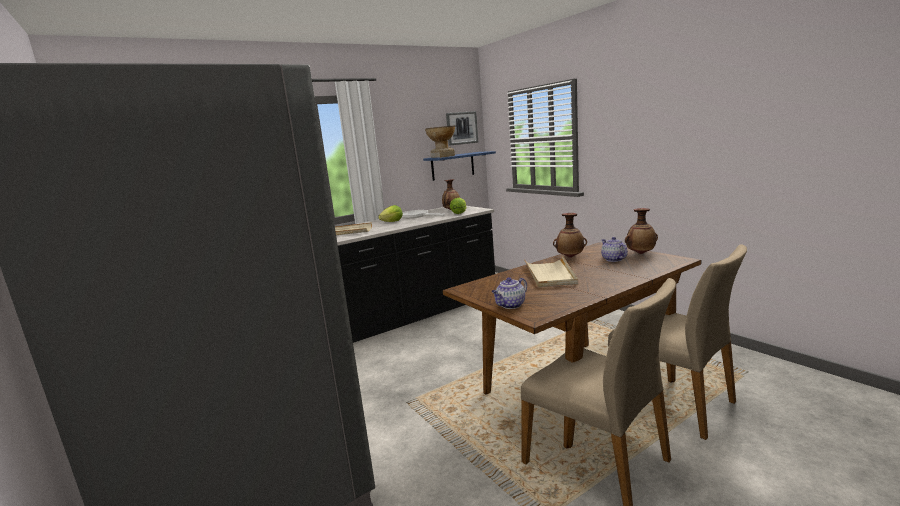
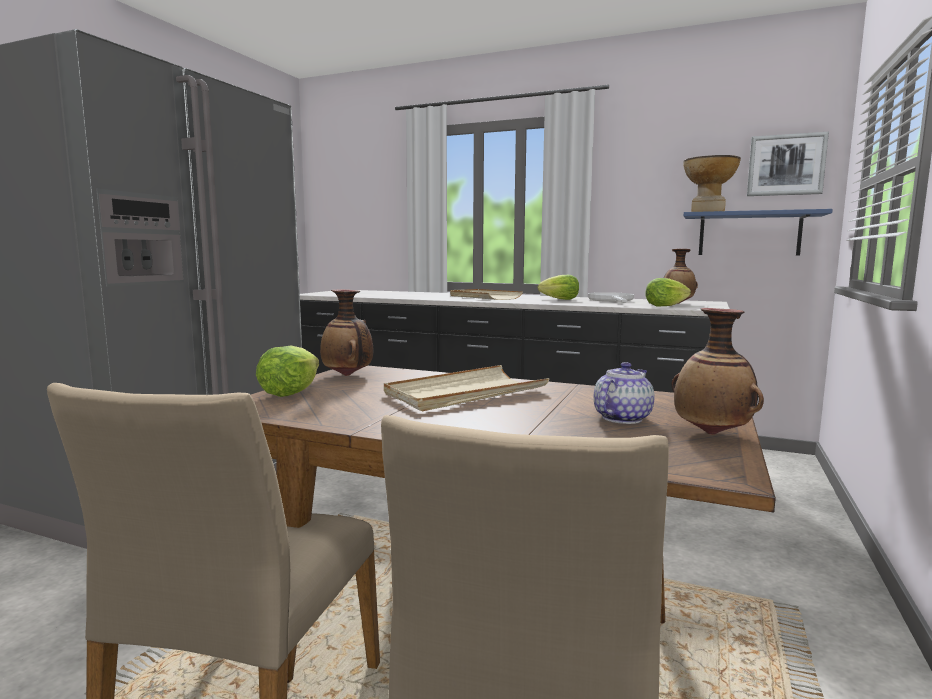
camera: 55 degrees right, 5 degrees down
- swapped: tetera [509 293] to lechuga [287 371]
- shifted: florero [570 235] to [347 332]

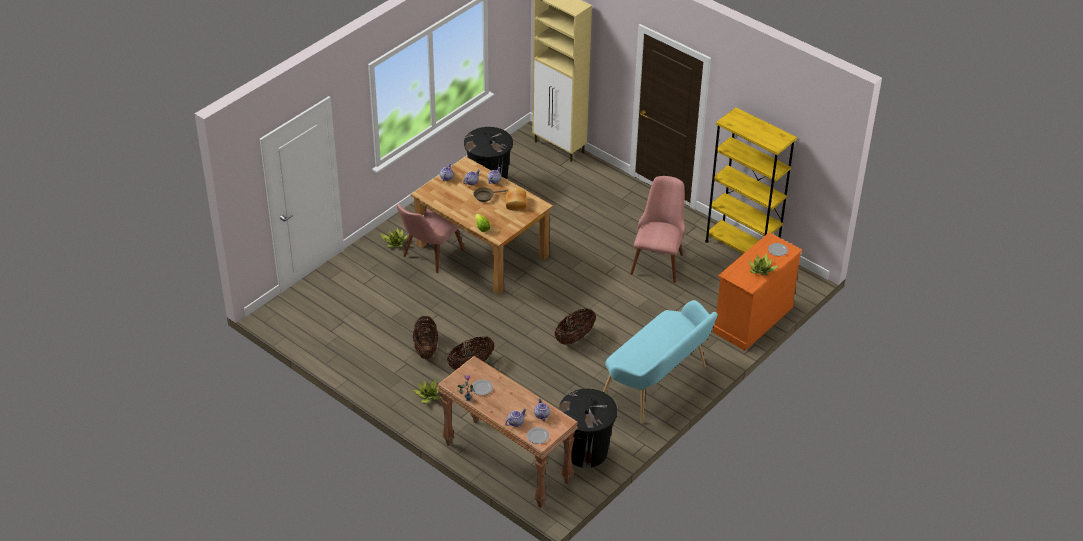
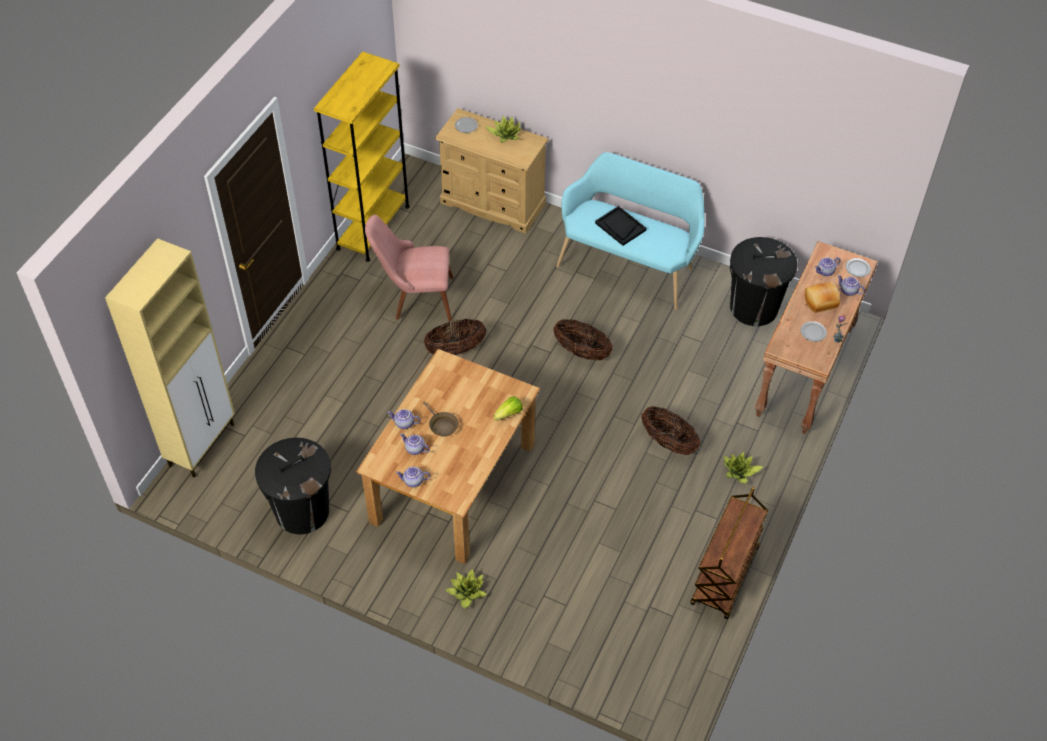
camera: 105 degrees left, 10 degrees up
- shifted: cesta [425 337] to [455 337]
- repainted: cómoda/naranja [757 291] to cómoda/beis [492 171]
- new: bandeja/negro [620 226]
- new: carrito/marrón [729 553]
- shifted: pan [516 199] to [822 298]
- gone: silla/rosa [431 238]

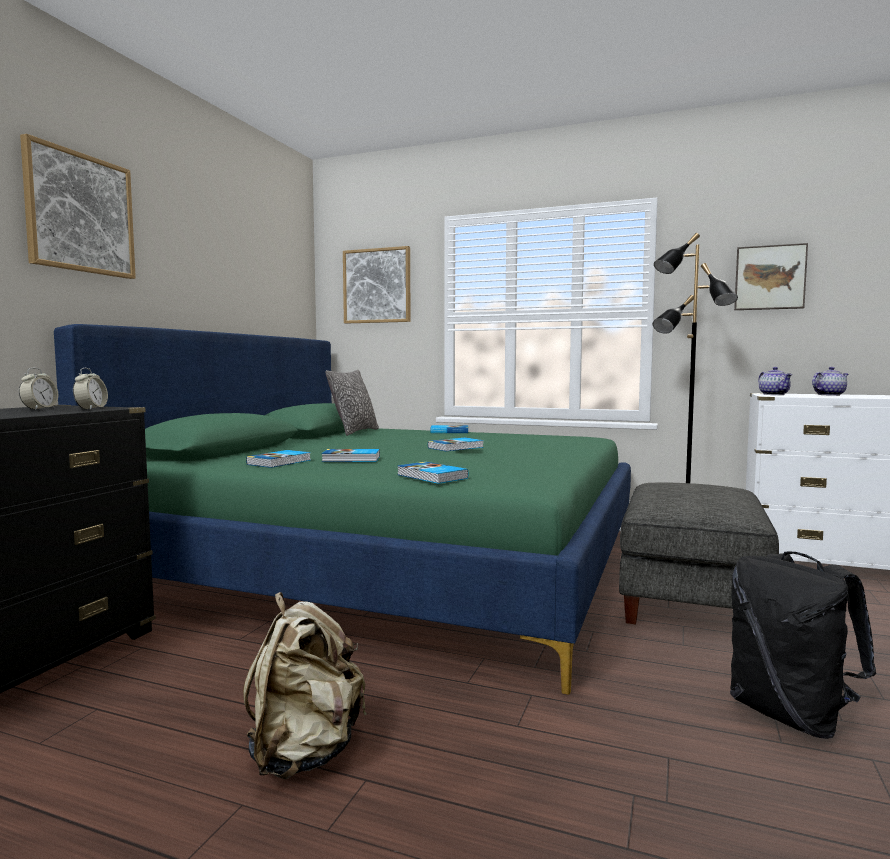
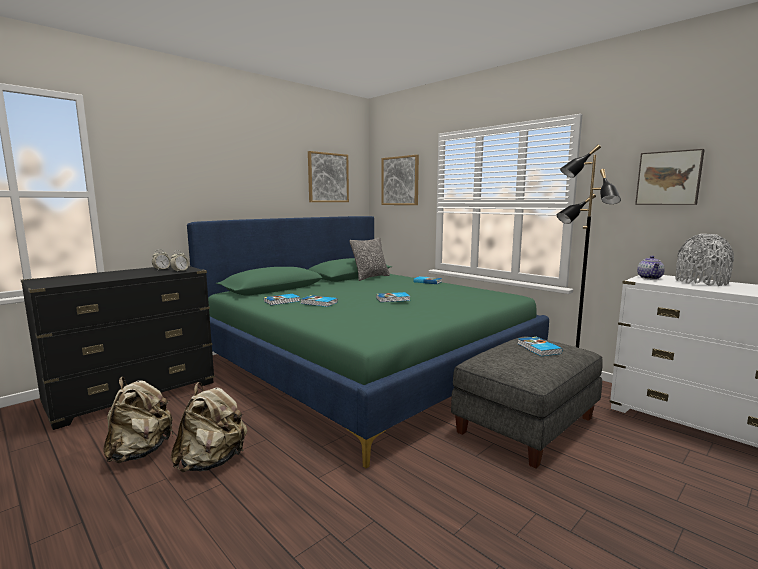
camera: 25 degrees right, 5 degrees up
- new: mochila/beis [138 420]
- shifted: cuadro [78 206] to [328 176]
- shifted: libro [432 473] to [540 346]
- swapped: tetera [830 381] to florero/gris [704 260]
- gone: mochila/negro [803 645]

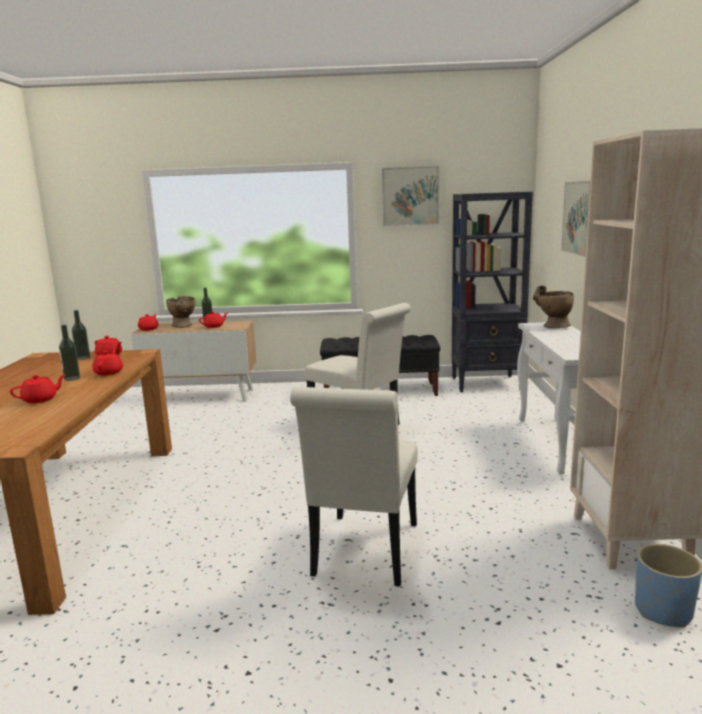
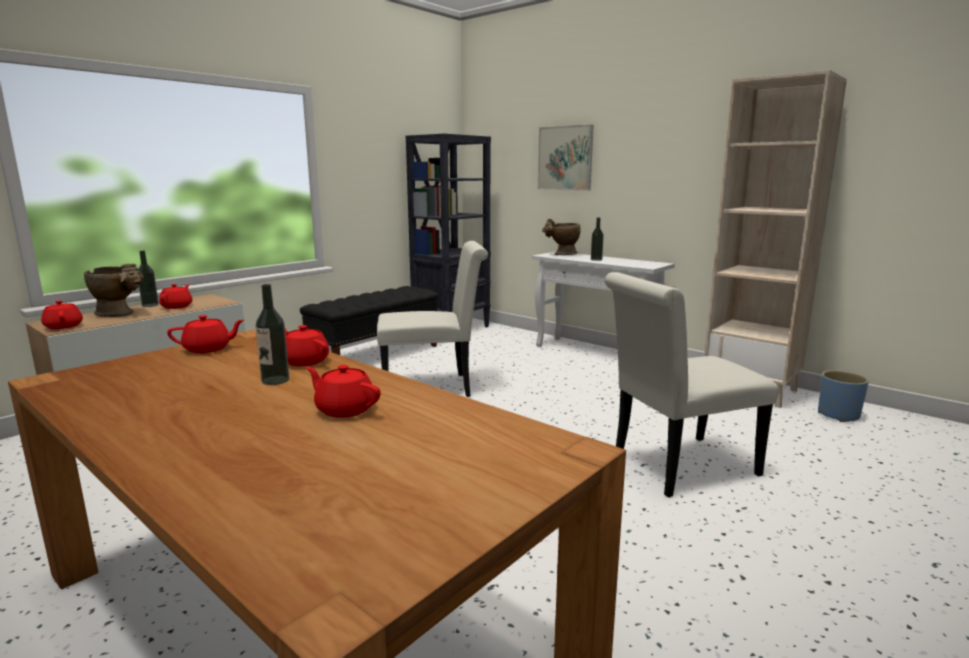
camera: 50 degrees left, 0 degrees up
- rotated: tetera/rojo [37 389] = [343 391] 60 degrees counterclockwise
- shifted: botella [81 335] to [597 239]
- rotated: silla/blanco [354 487] = [692 385] 105 degrees clockwise
- gone: cuadro [410 196]

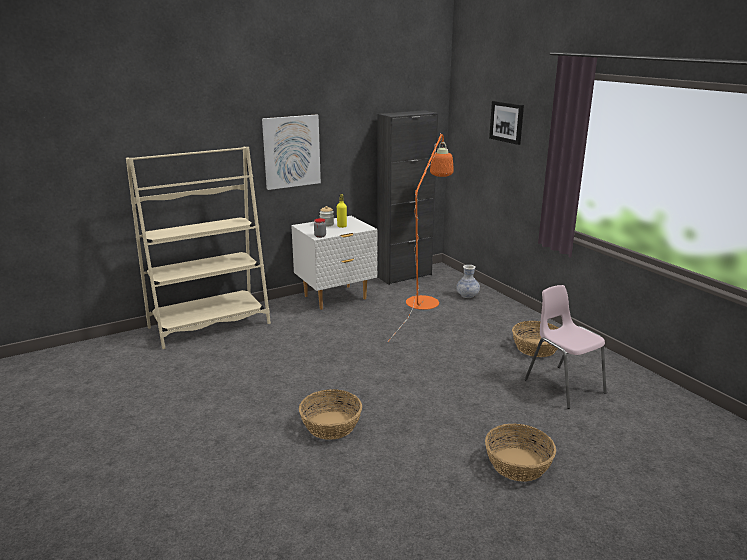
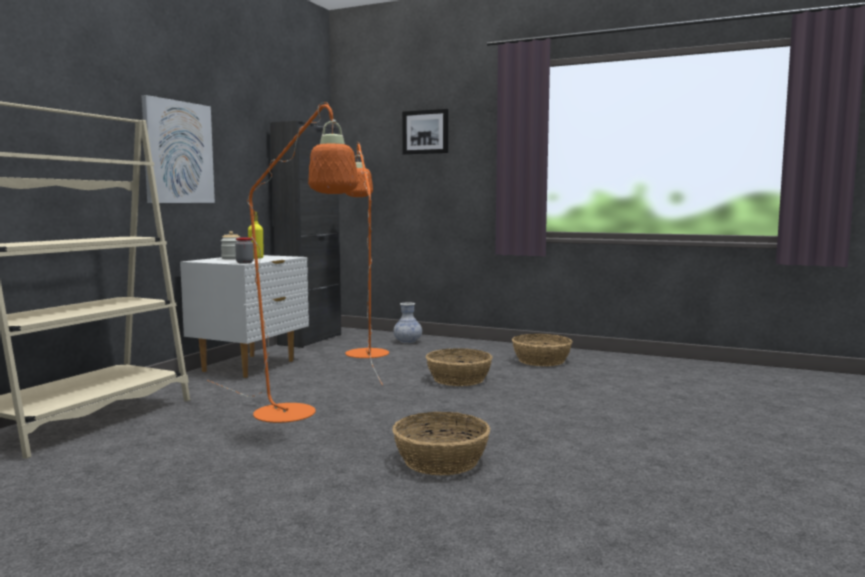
camera: 35 degrees left, 15 degrees down
- new: lámpara de pie/naranja [282 262]
- shifted: cesta [520 452] to [459 367]
- gone: silla/rosa [566 347]

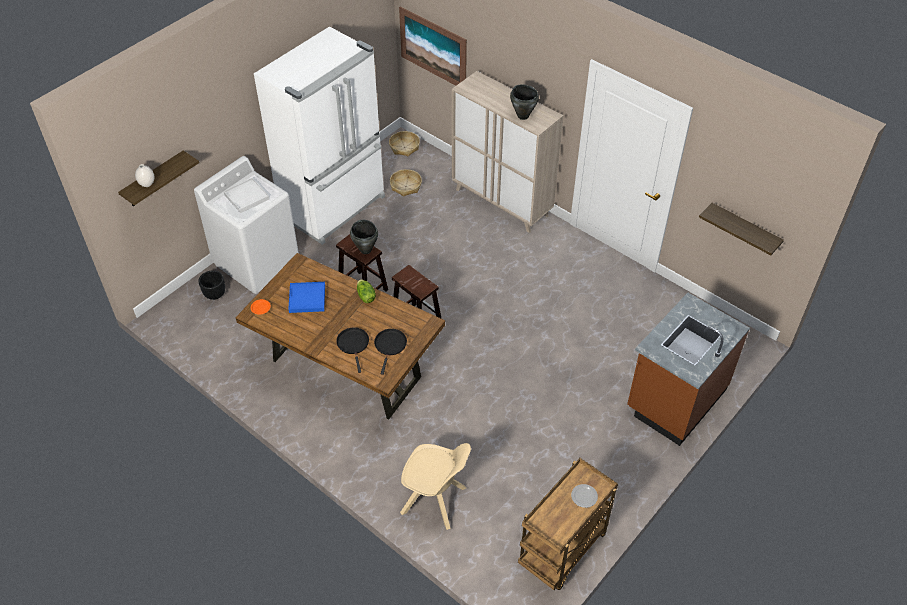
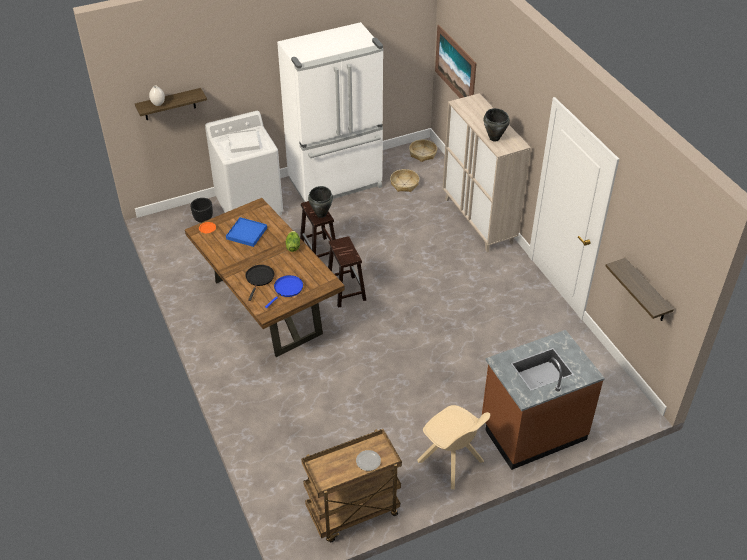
camera: 25 degrees right, 5 degrees down
- repainted: sartén/negro [390 352] to sartén/azul [284 291]
- shifted: silla/beis [435 486] to [454 447]

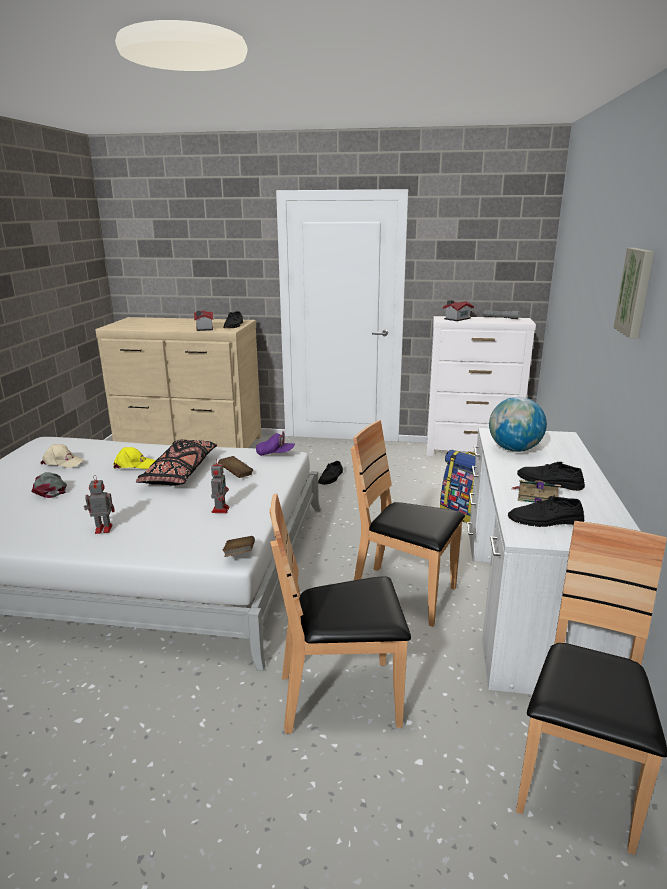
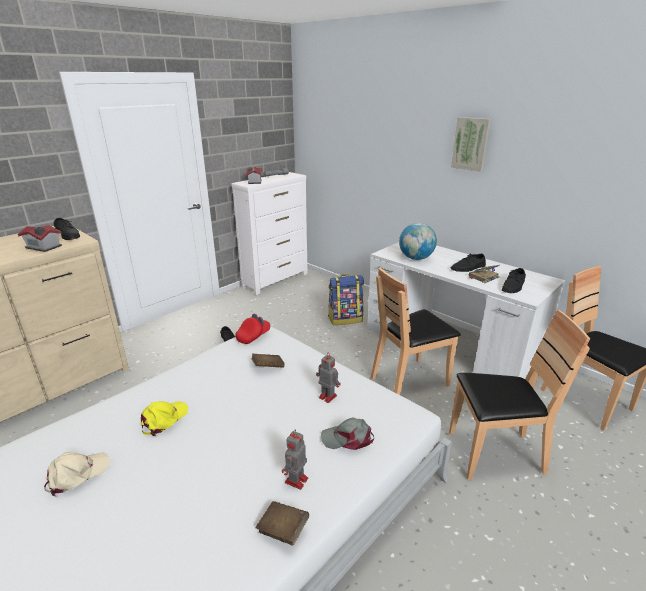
camera: 55 degrees left, 5 degrees up
- repainted: gorra/morado [275 443] to gorra/rojo [252 329]
- shifted: libro/marrón [239 546] to [282 523]
- shifted: gorra/gris [49 485] to [347 433]
- rotated: silla/marrón [340 613] = [519 395] 120 degrees counterclockwise
- gone: cojín/negro [176 462]

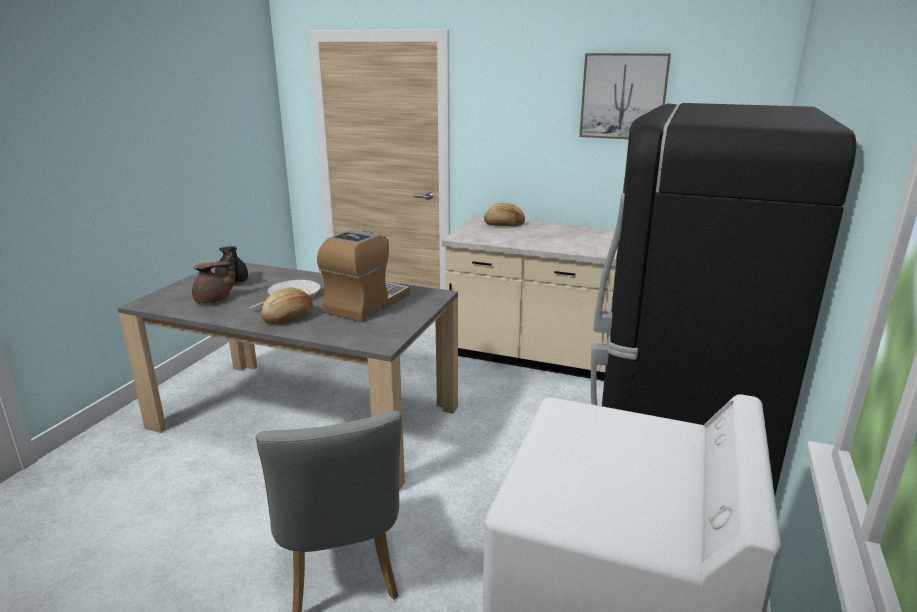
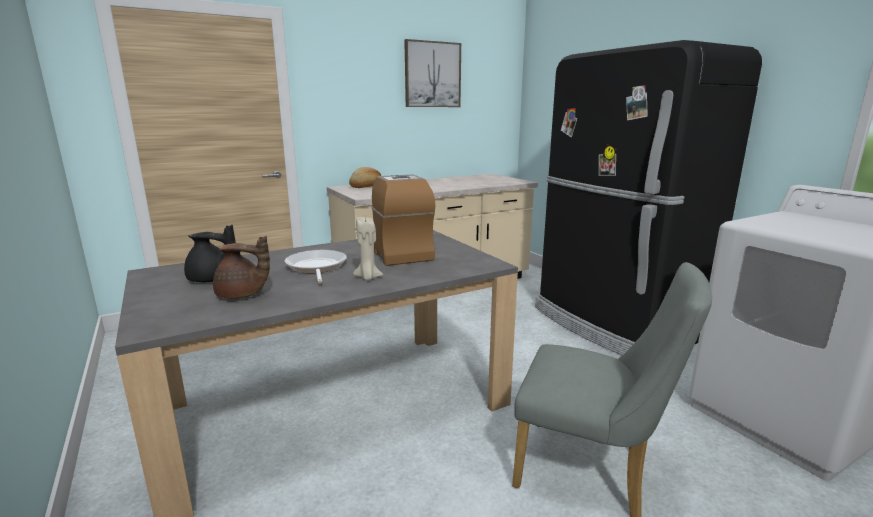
camera: 50 degrees left, 5 degrees down
- rotated: tetera/marrón [213 278] = [241 267] 90 degrees clockwise
- swapped: pan [287 305] to vela/beis [368 248]

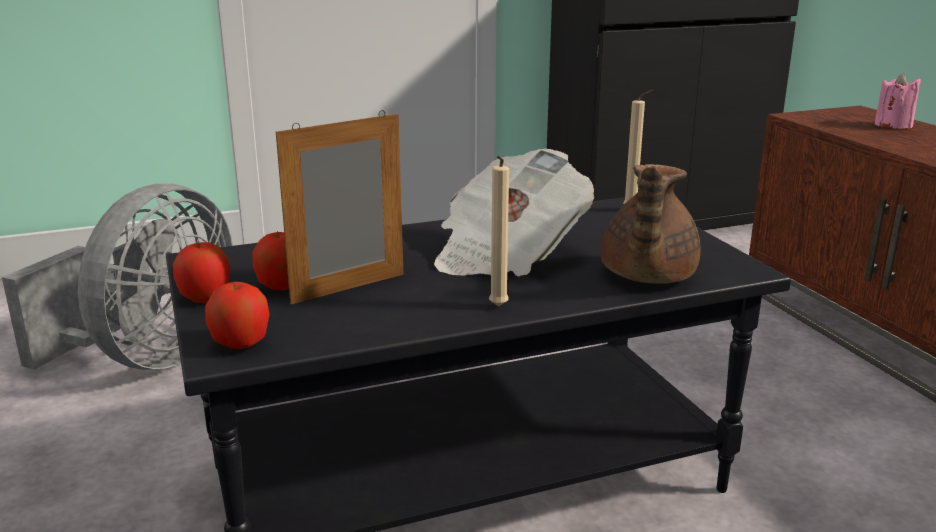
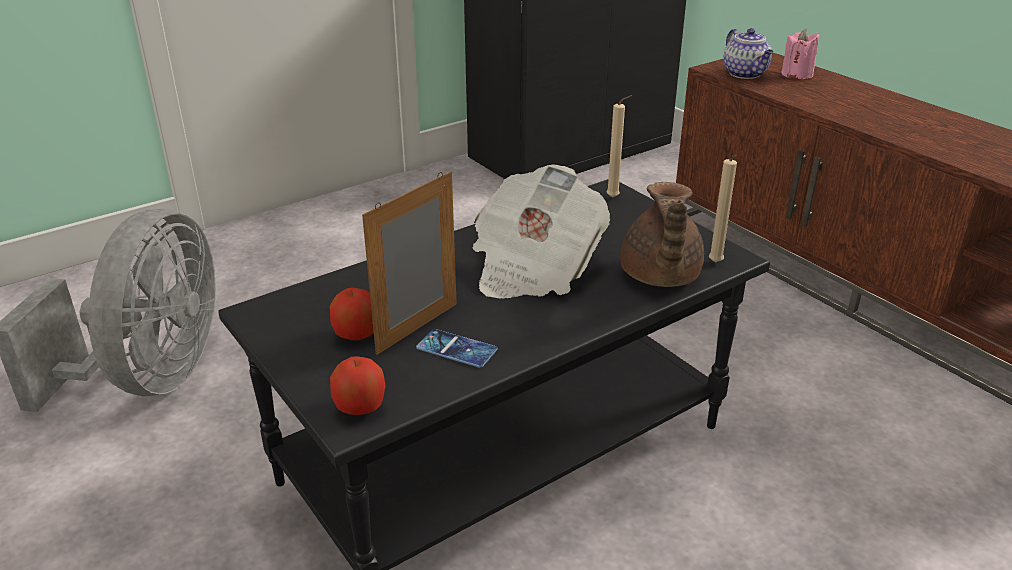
camera: 15 degrees left, 10 degrees up
- new: móvil [457 348]
- shifted: vela/beis [499 231] to [723 209]
- new: tetera [748 53]
- gone: manzana [201 272]

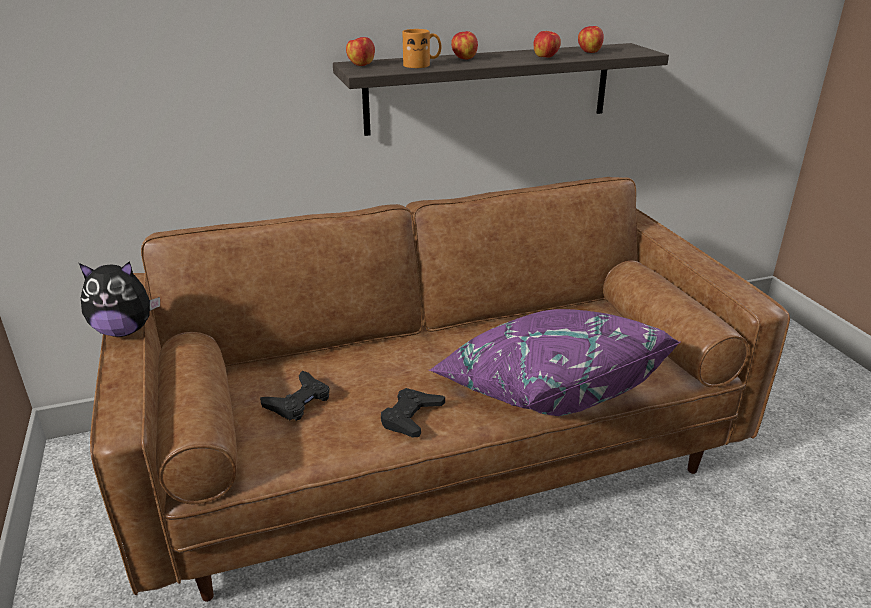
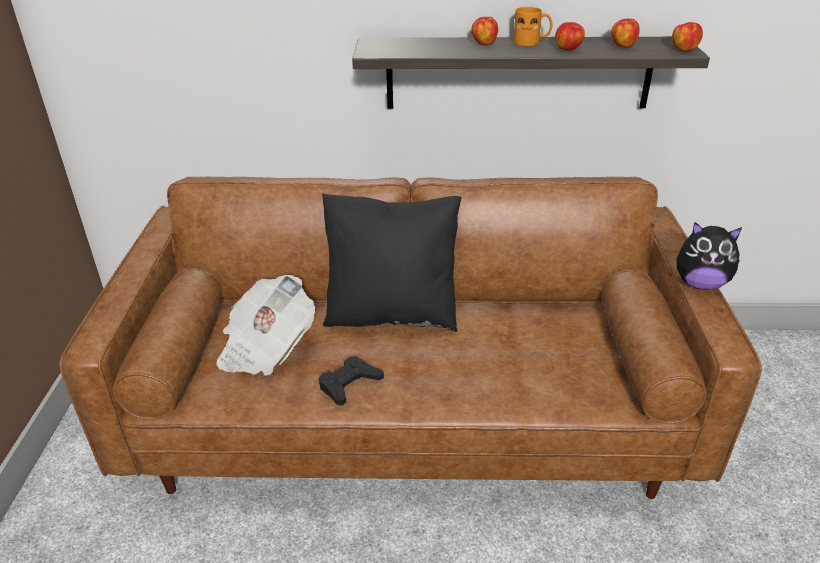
camera: 20 degrees right, 5 degrees up
- swapped: mando de consola/negro [295 396] to periódico [265 325]
- new: cojín/negro [391 262]
- shifted: taza grande/naranja [422 48] to [533 26]
- shifted: manzana [360 51] to [687 37]
- shifted: peluche [119 299] to [709 256]
- gone: cojín/morado [554 362]

